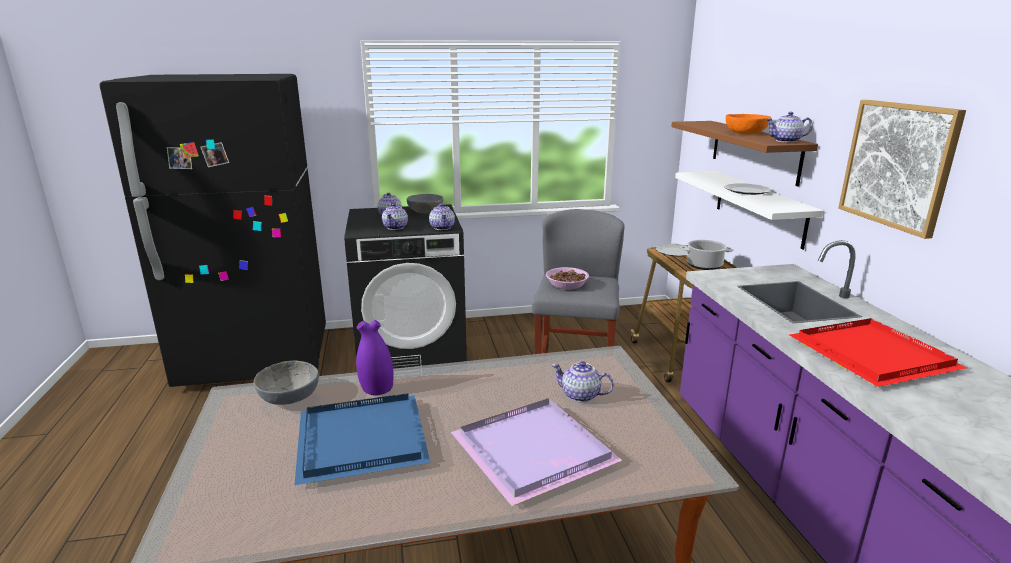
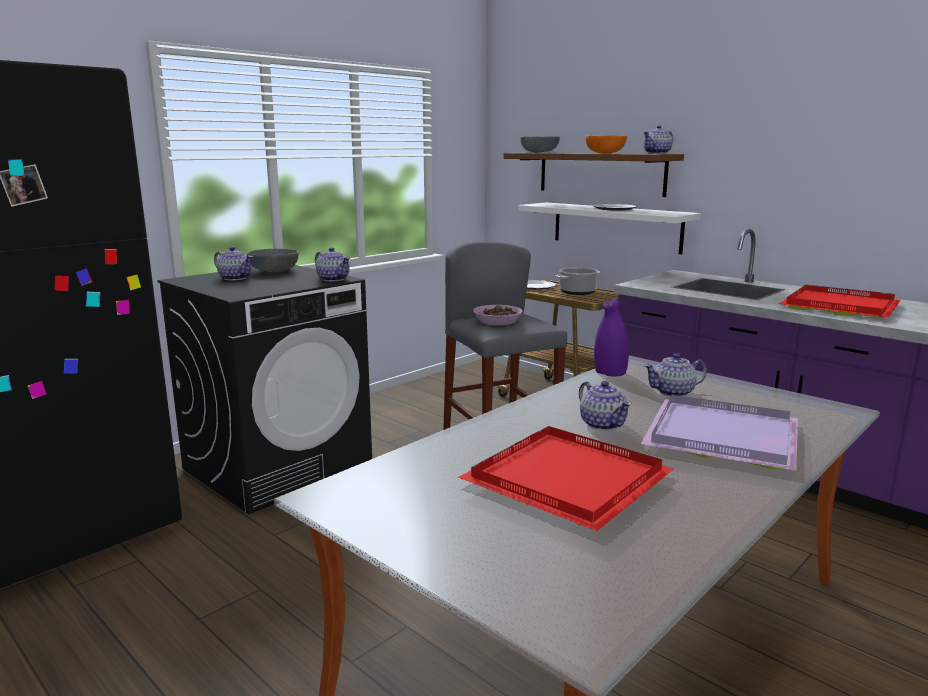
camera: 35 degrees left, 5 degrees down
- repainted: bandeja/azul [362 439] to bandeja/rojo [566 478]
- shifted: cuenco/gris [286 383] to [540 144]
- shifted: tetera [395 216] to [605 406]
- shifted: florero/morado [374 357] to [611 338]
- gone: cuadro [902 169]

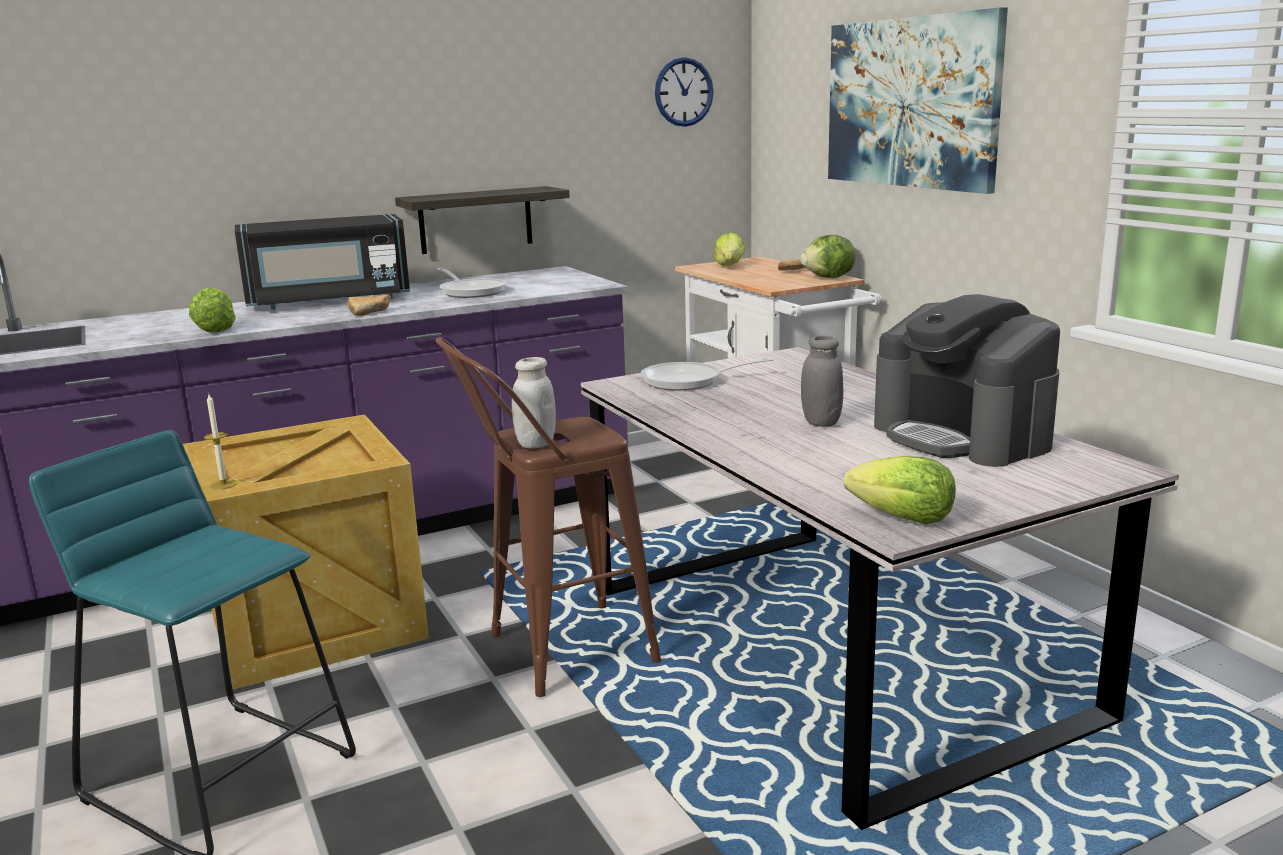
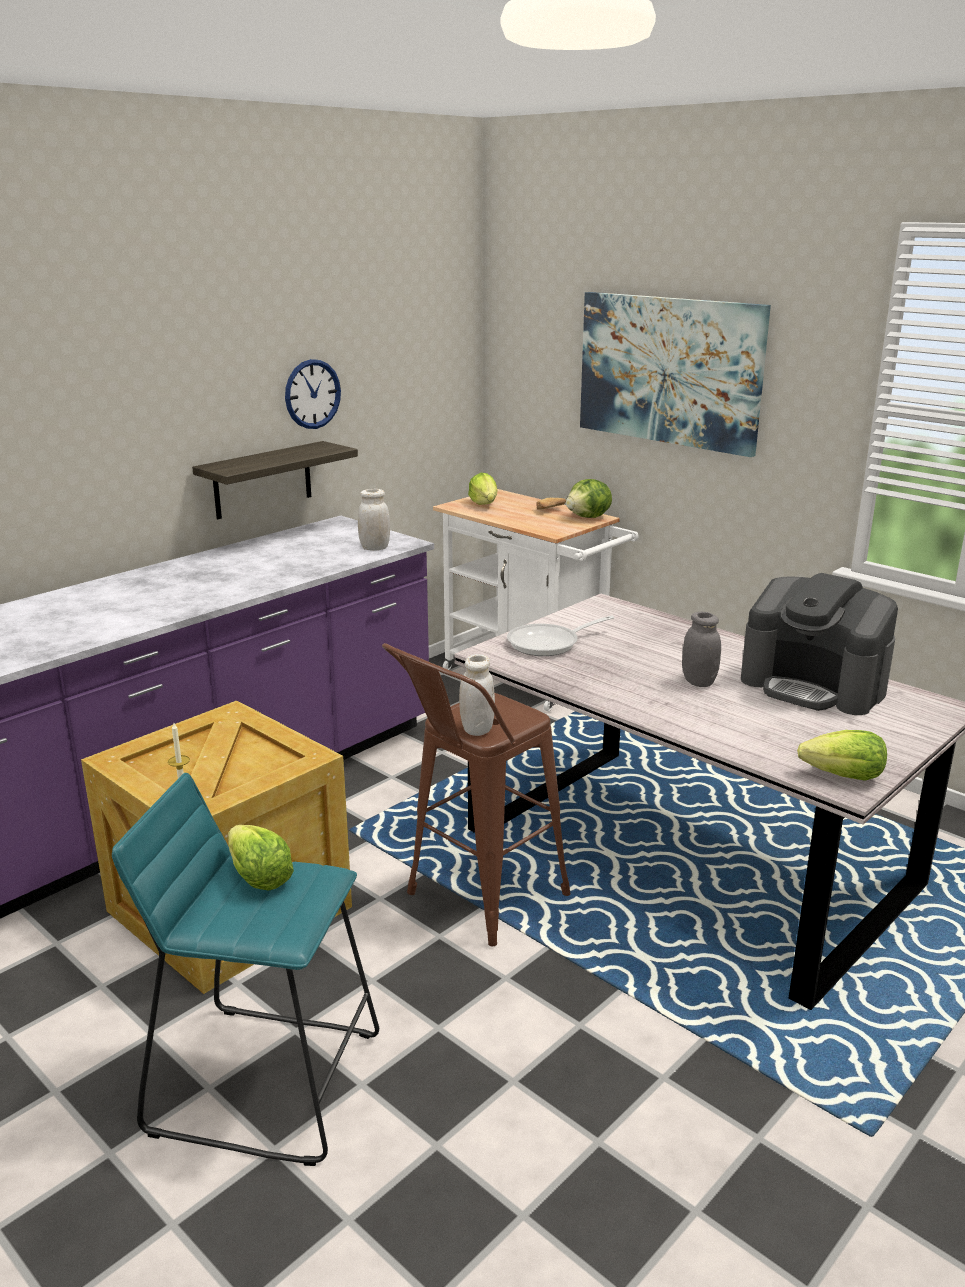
camera: 20 degrees left, 5 degrees up
- shifted: lechuga [212 310] to [261 858]
- shifted: reloj de pared [684 92] to [313 394]
- new: tarro/blanco [374 520]
- gone: microondas/negro [322 262]
- gone: pan [369 305]
- gone: sartén [472 283]

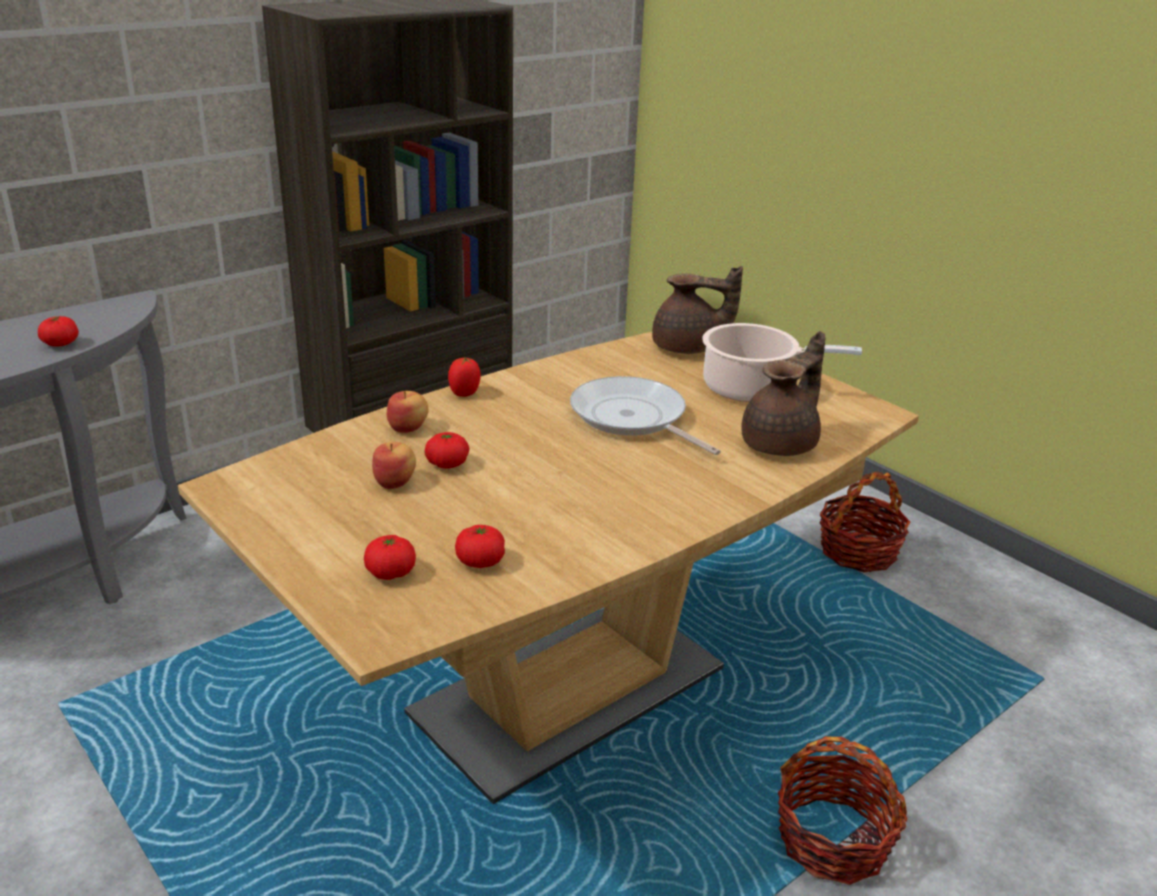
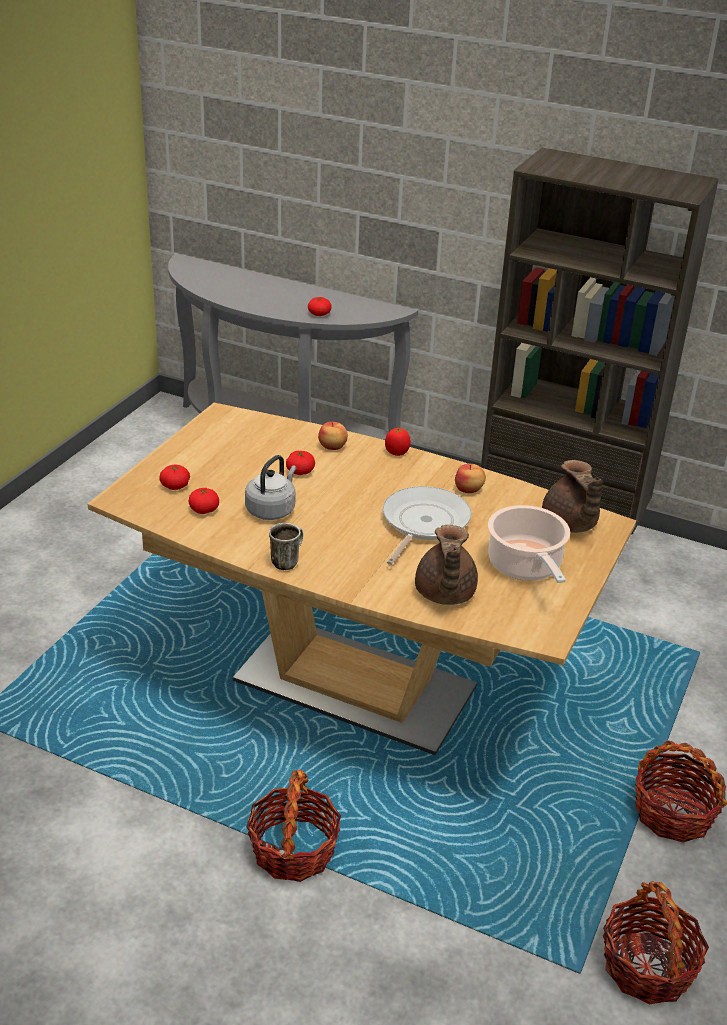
camera: 65 degrees right, 5 degrees up
- new: hervidor/gris [271 487]
- new: taza grande [286 546]
- rotated: tetera/marrón [783 393] = [446 565] 75 degrees clockwise
- shifted: manzana [394 465] to [470 478]
- new: cesta [656 943]

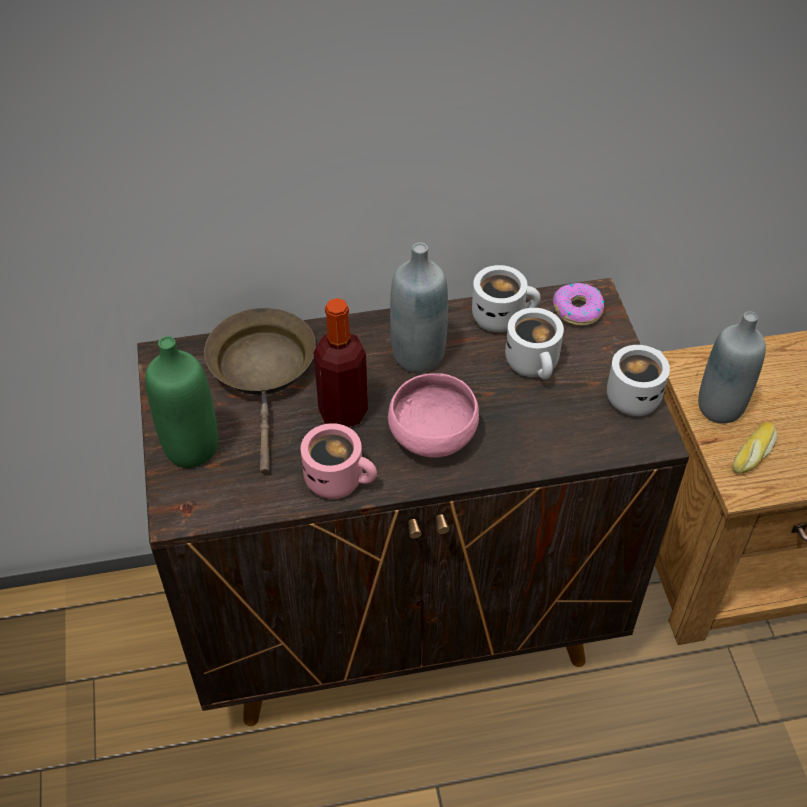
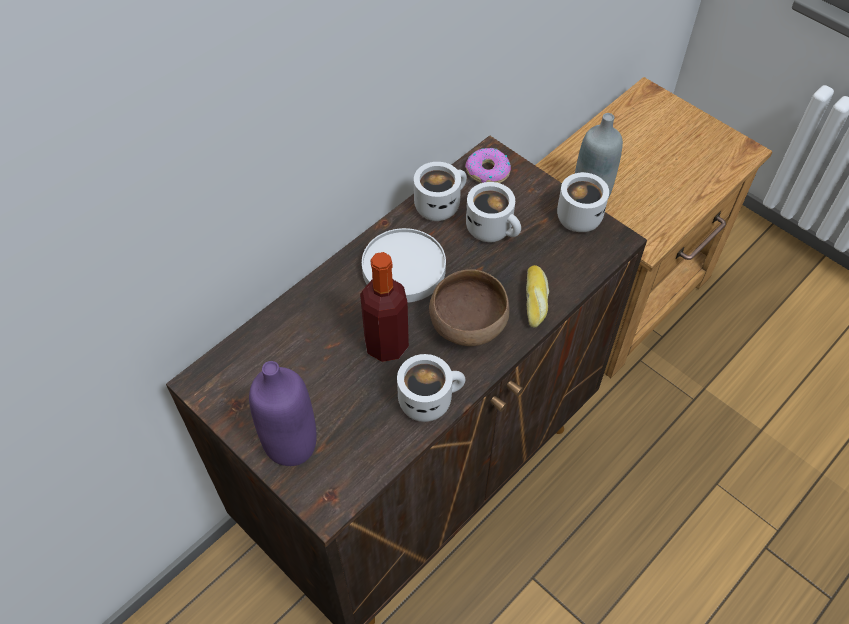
camera: 35 degrees left, 5 degrees up
- repainted: botella/verde [181 402] to botella/morado [283 413]
- swapped: botella/gris [419 307] to plato/blanco [404 265]
- repainted: taza grande/rosa [339 461] to taza grande/blanco [431 388]
- repainted: cuenco/rosa [433 415] to cuenco/marrón [469 308]
- shifted: pan [754 448] to [537 296]
- gone: sartén/marrón [260 391]

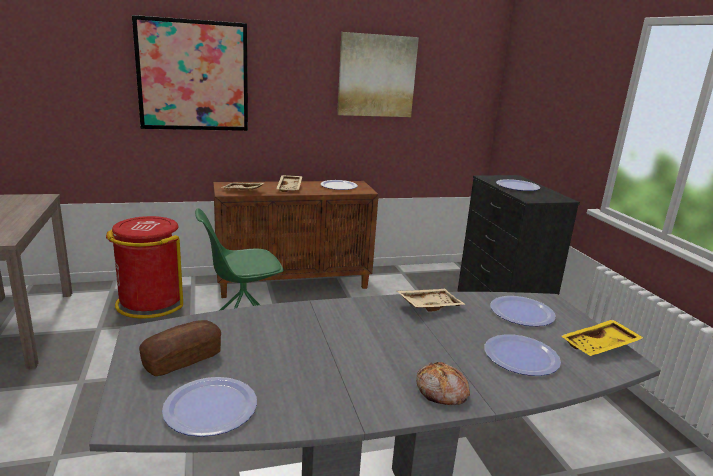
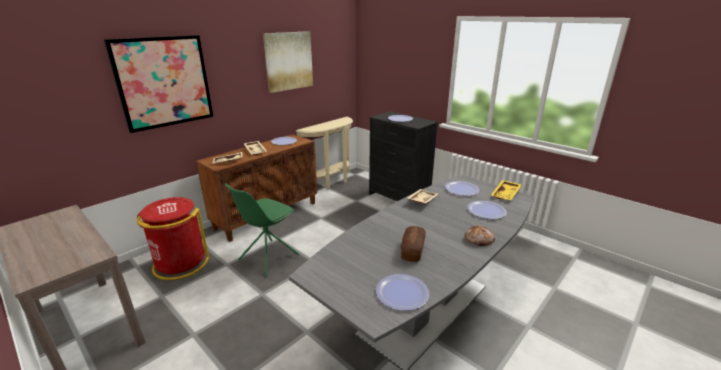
camera: 30 degrees left, 5 degrees up
- new: mesa consola/beis [324 153]
- shifted: pan [180 348] to [413 244]

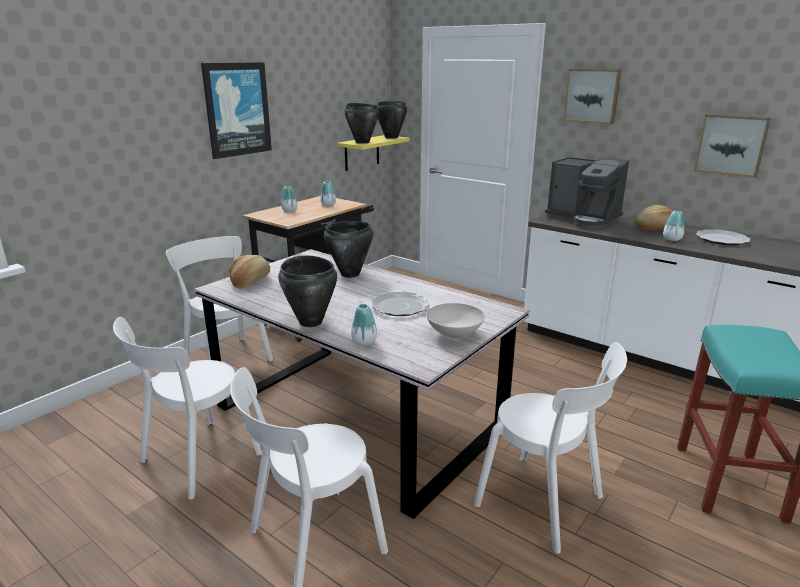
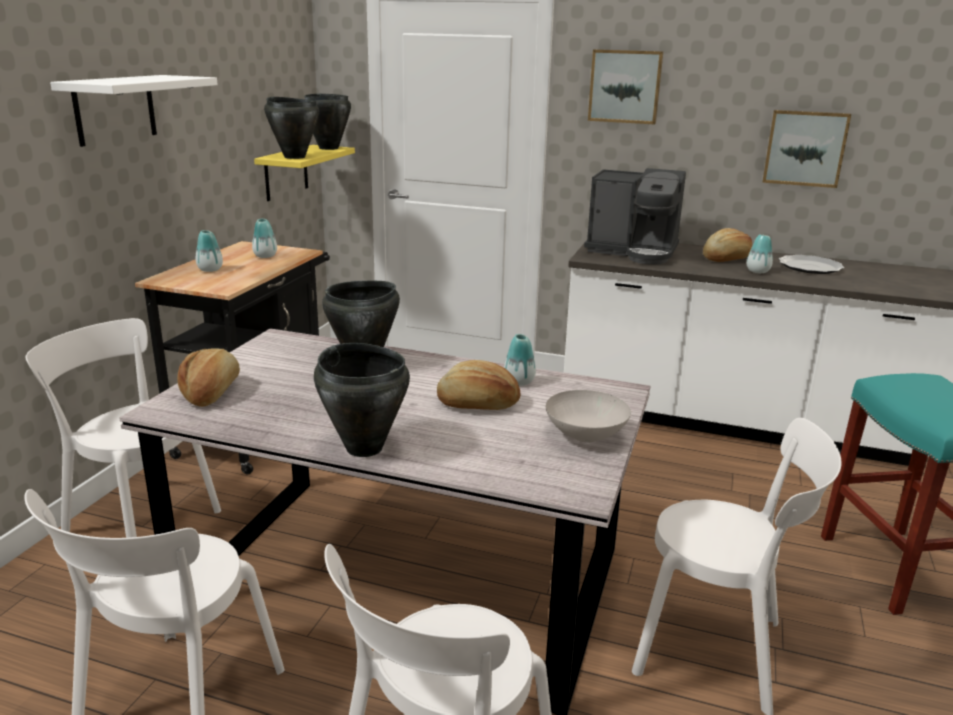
camera: 20 degrees left, 0 degrees up
- swapped: cuadro [236 110] to estante/blanco [134 111]
- swapped: plato [400 303] to pan [478 385]
- shifted: florero [364 325] to [520 360]

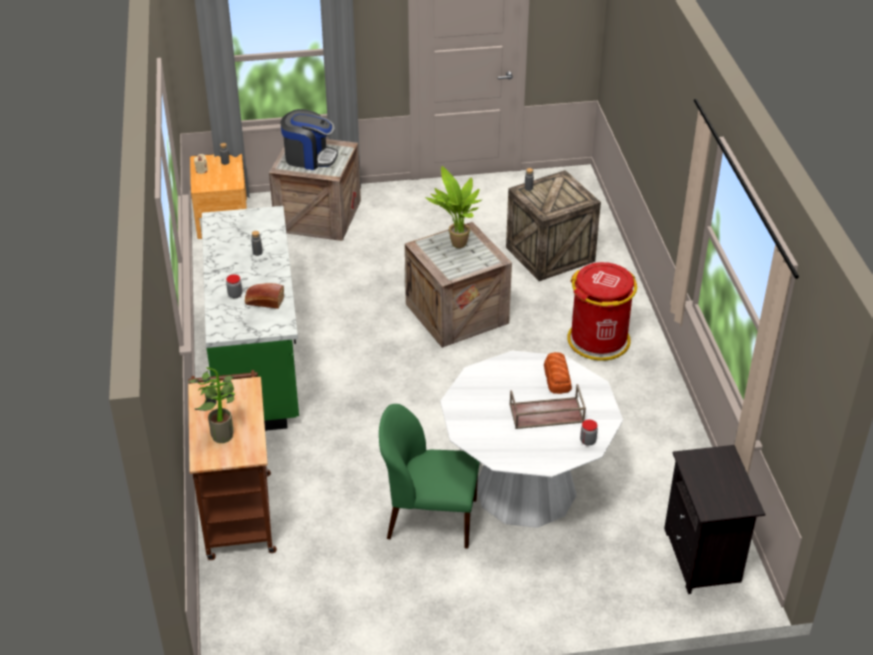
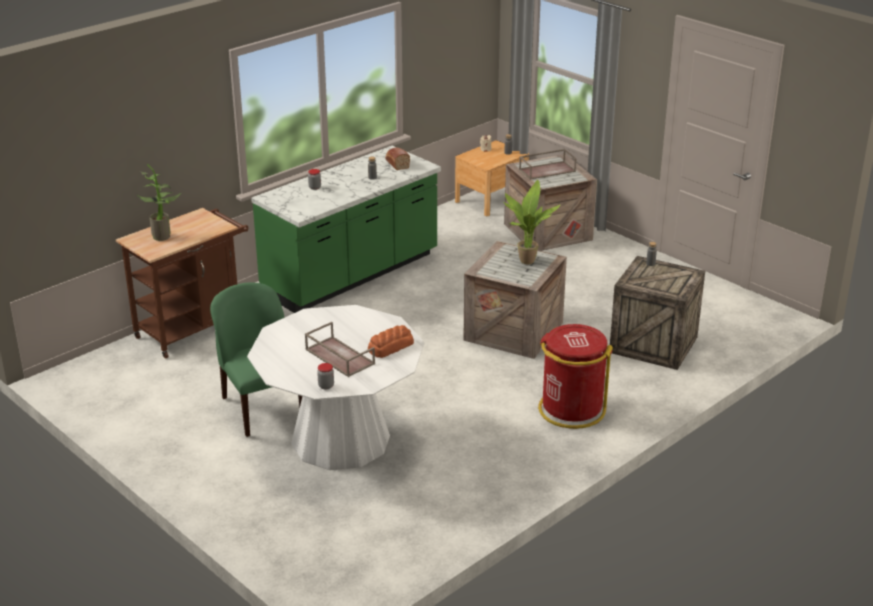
camera: 55 degrees right, 10 degrees down
- shifted: pan [264 296] to [397 159]
- swapped: cafetera [309 139] to bandeja/marrón [547 164]
- gone: mesita de noche/negro [714 519]

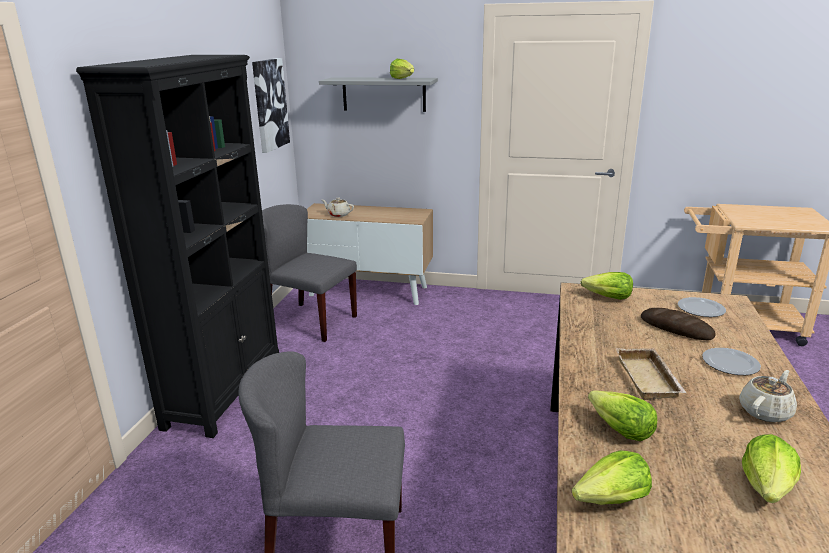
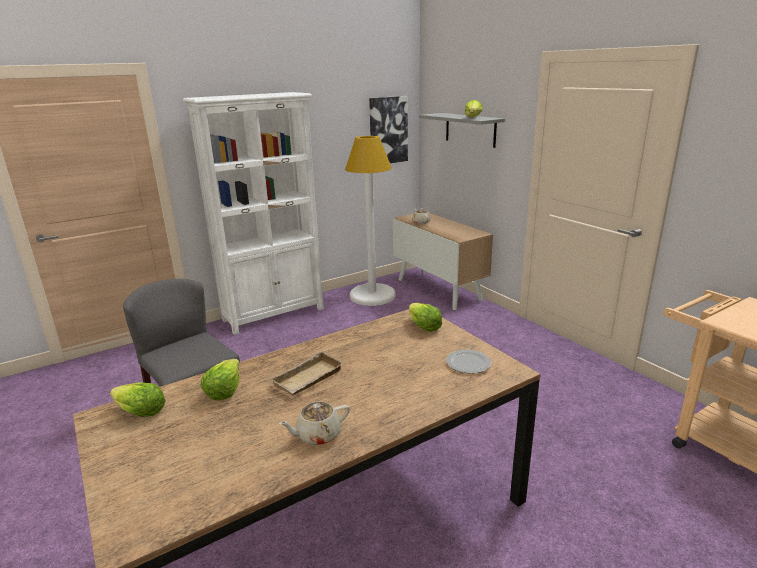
camera: 45 degrees right, 0 degrees up
- repainted: estantería/negro [177 246] to estantería/blanco [253 213]
- rotated: tetera/beis [768 396] = [314 423] 150 degrees clockwise
- swapped: silla/gris [309 273] to lámpara de pie/blanco [370 221]
- gone: pan [678 324]
- gone: plato [731 361]
- gone: lechuga [771 468]

